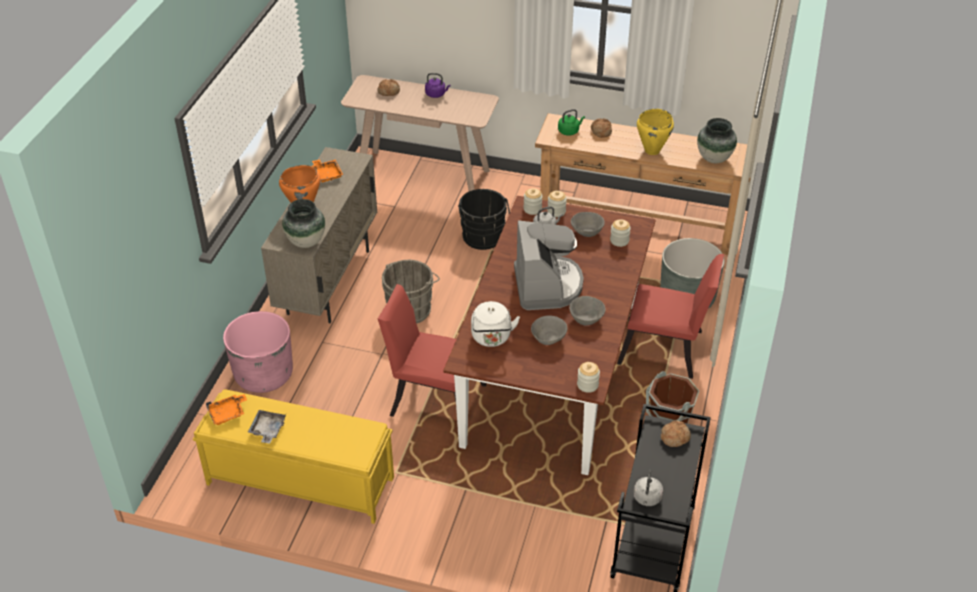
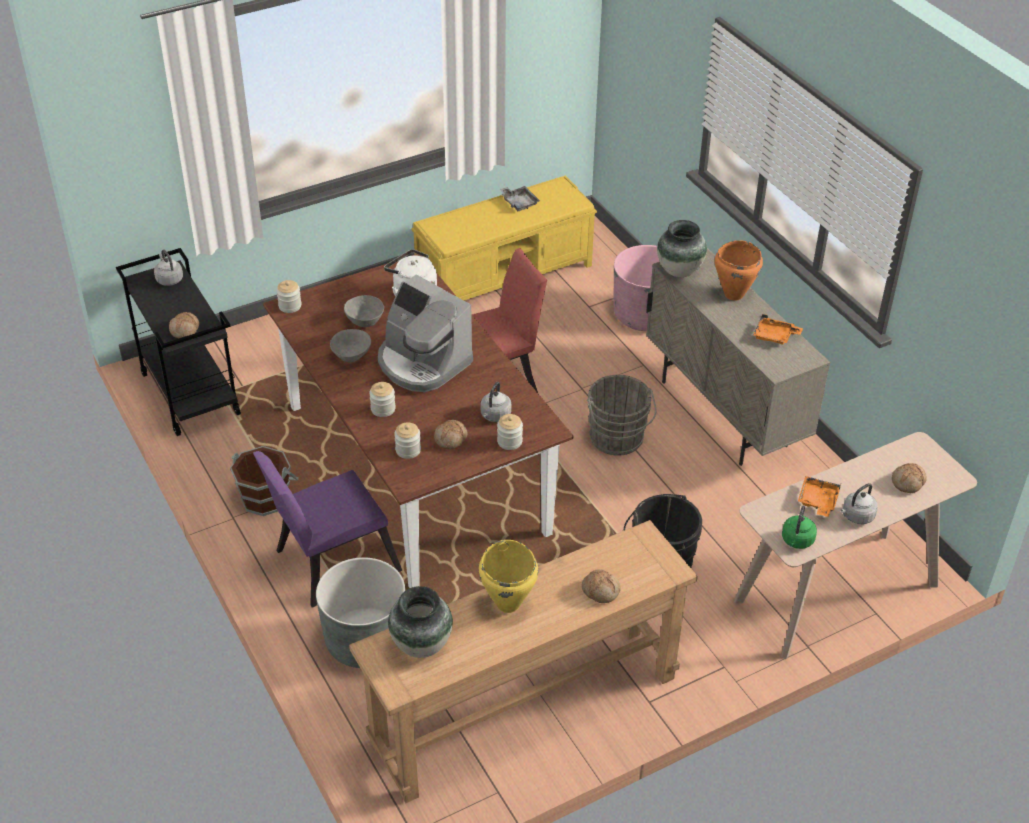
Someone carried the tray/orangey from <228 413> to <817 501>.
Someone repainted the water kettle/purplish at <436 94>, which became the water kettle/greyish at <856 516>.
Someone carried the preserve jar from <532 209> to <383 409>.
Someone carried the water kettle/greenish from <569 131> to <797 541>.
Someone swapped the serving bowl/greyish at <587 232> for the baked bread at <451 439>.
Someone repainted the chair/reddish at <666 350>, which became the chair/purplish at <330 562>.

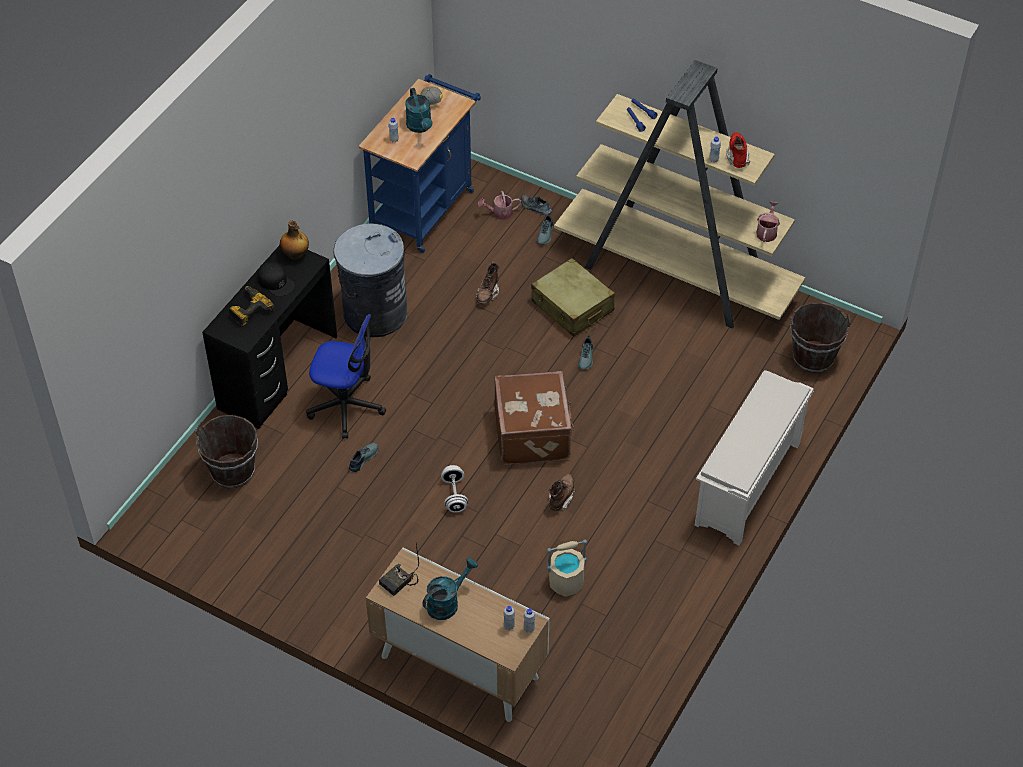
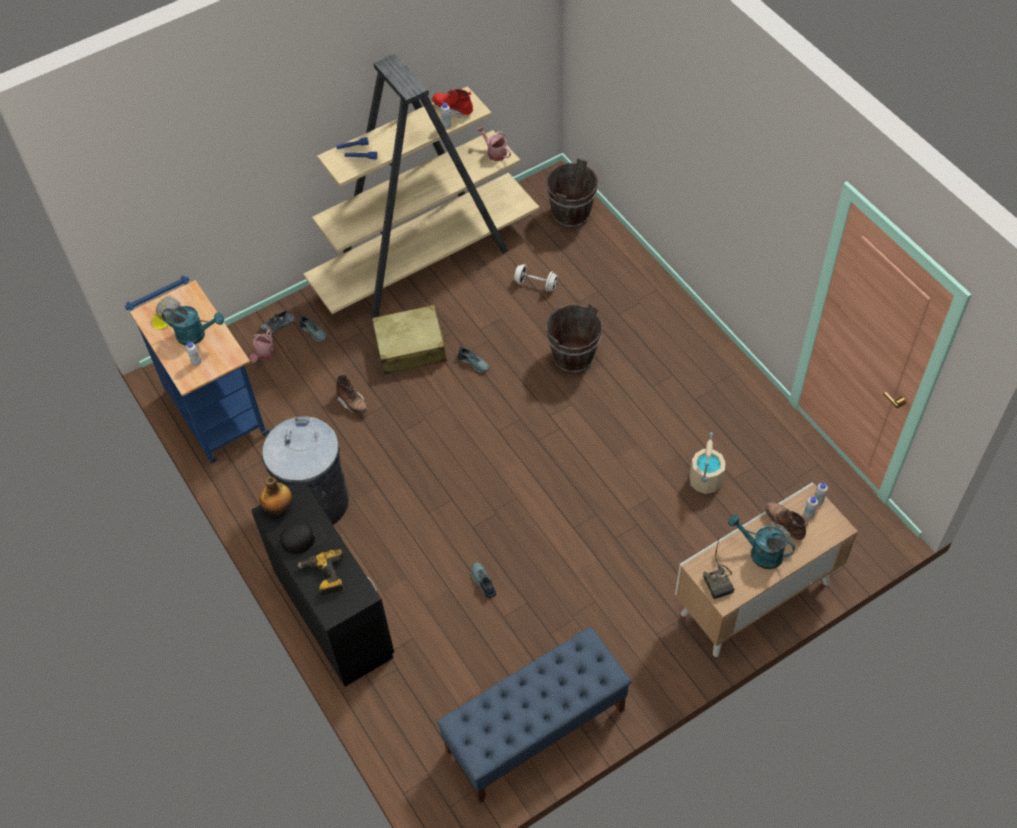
Someone carried the water bucket/brownish from <232 472> to <573 358>.
Someone took away the computer chair at <346 406>.
Someone rotated the watering can/blue-green at <447 602> by 45 degrees counterclockwise.
Someone carried the hand weight/whitish from <454 495> to <536 284>.
Someone took away the suitcase/brownish at <533 434>.
Someone carried the boot/brownish from <561 497> to <784 525>.
Someone took away the shoe stand/whitish at <748 485>.
Someone put down the bench/blue-coloured at <535 731>.

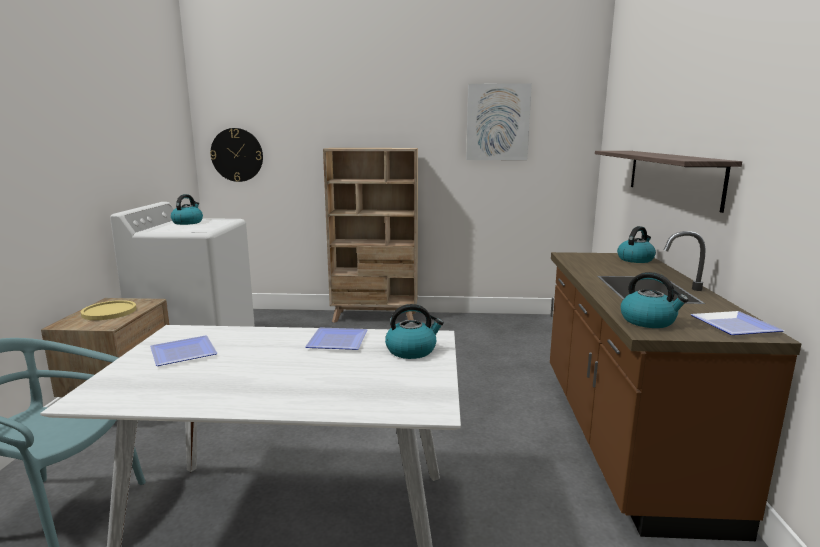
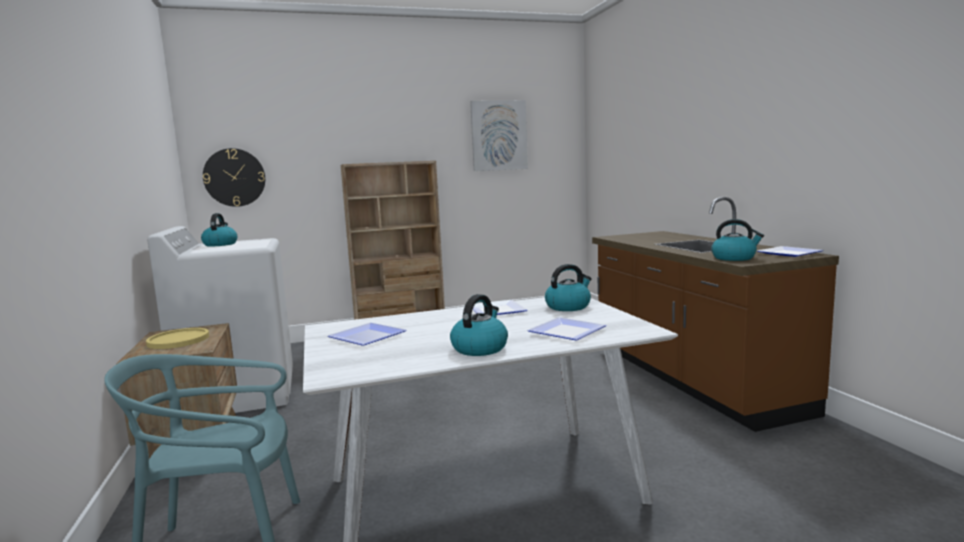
Someone took away the shelf at <671 176>.
Someone carried the water kettle from <635 259> to <480 348>.
Someone put down the plate at <564 332>.

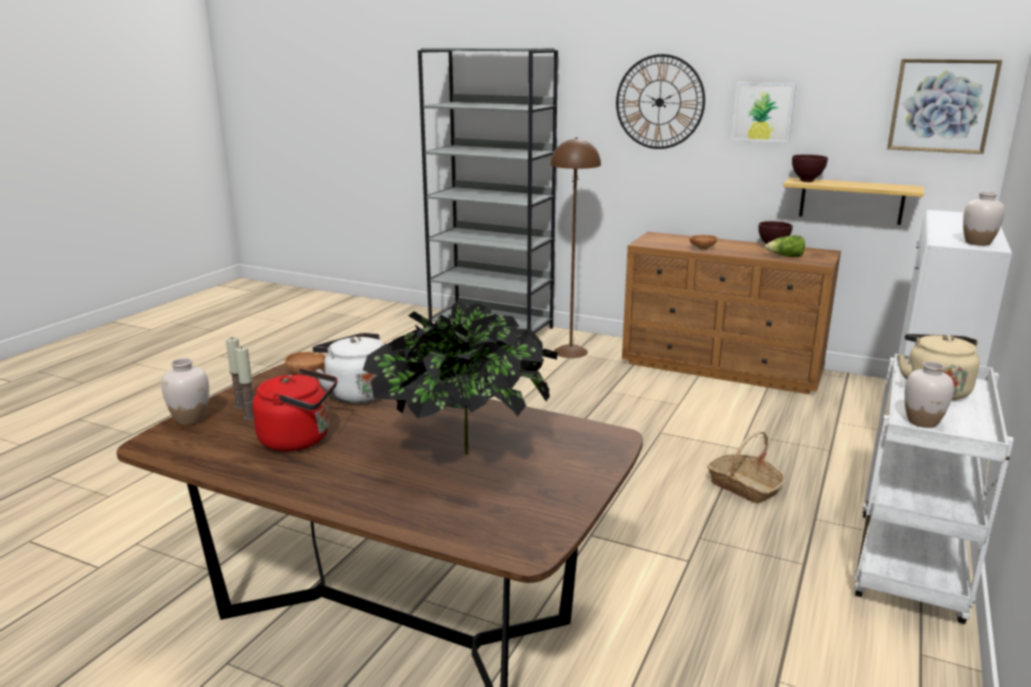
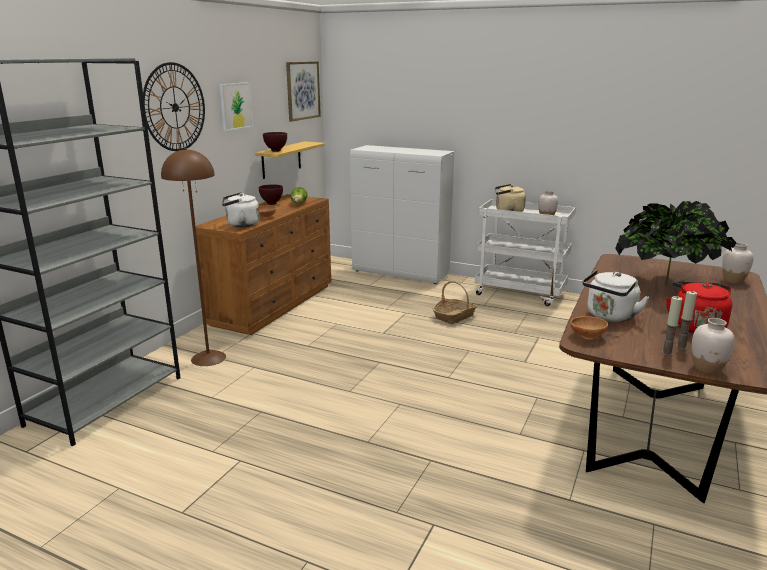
Someone carried the decorative vase/whitish from <977 243> to <733 280>.
Someone put down the water kettle/whitish at <241 225>.

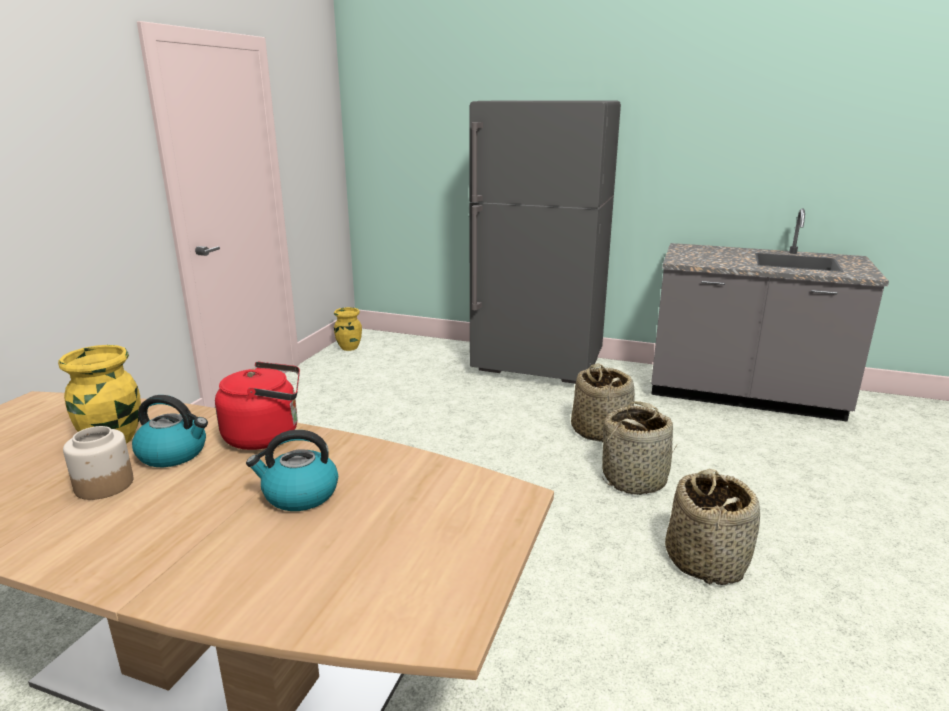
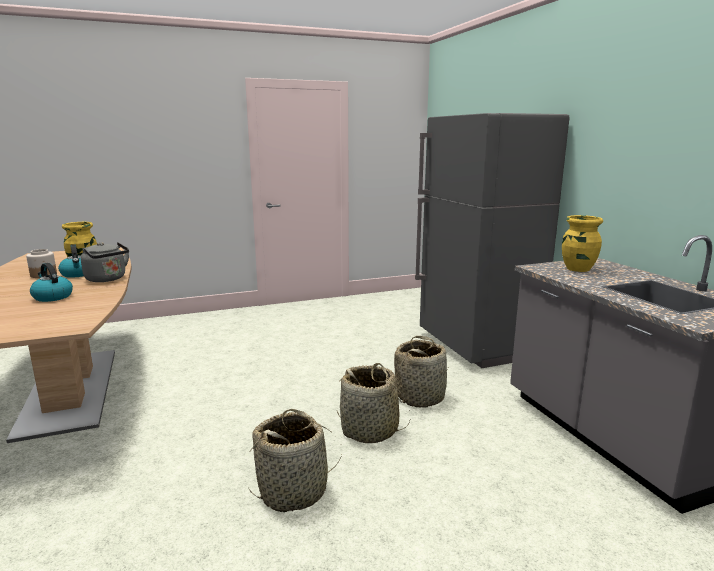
Someone repainted the water kettle/reddish at <267 436>, which became the water kettle/greyish at <107 279>.
Someone carried the decorative vase/yellowish from <349 348> to <577 269>.

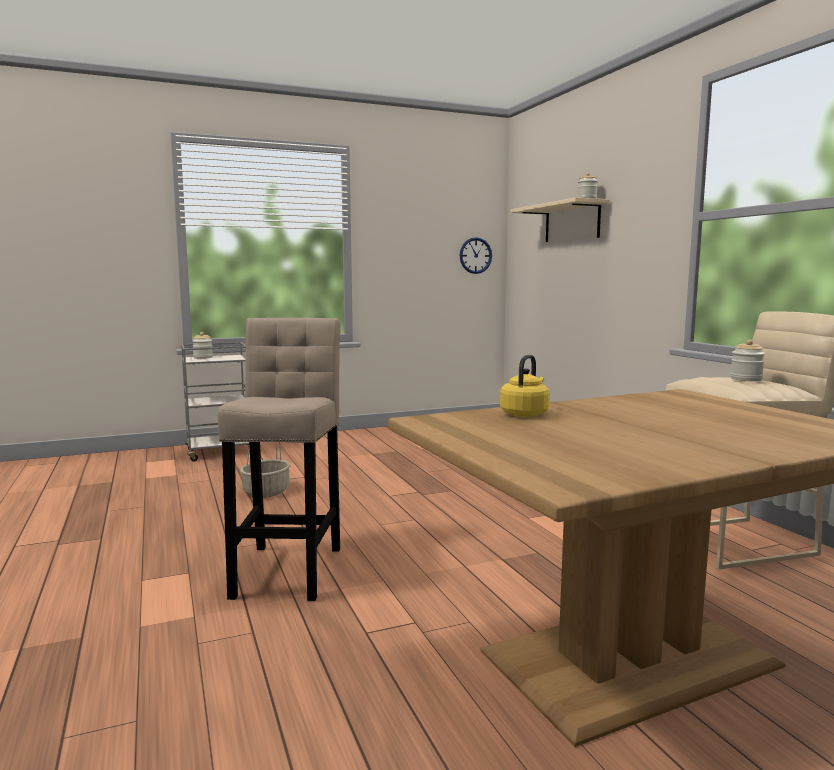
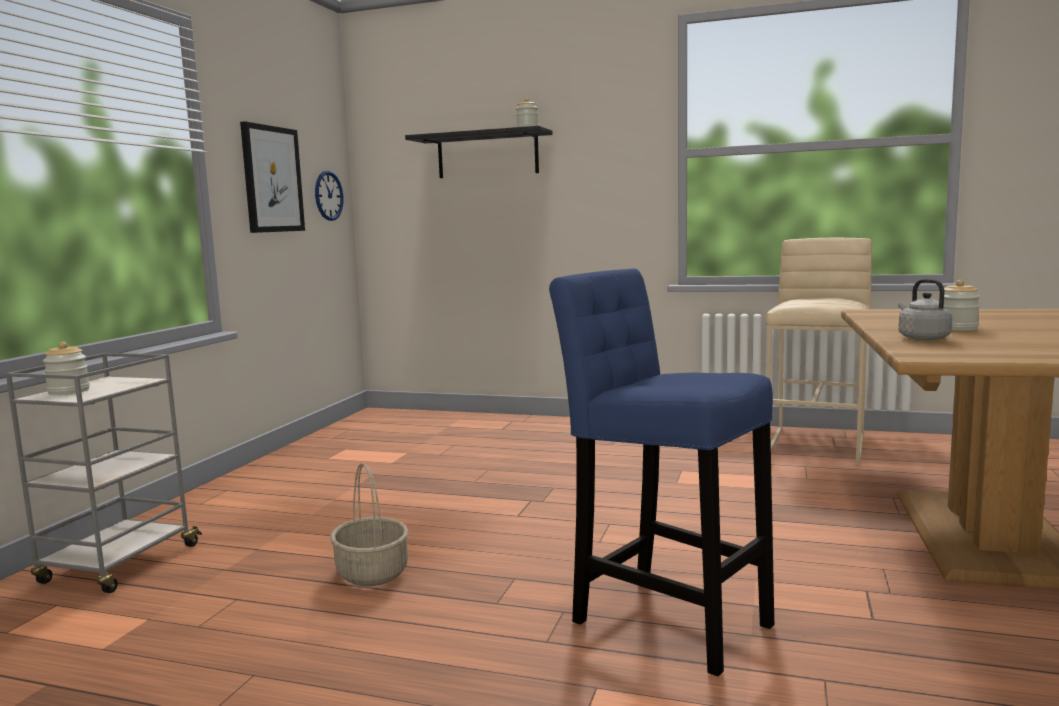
Someone repainted the stool seat/beige at <289 568>, which became the stool seat/blue-coloured at <663 618>.
Someone repainted the water kettle/yellowish at <525 414>, which became the water kettle/greyish at <921 338>.
Someone repainted the shelf/beige at <572 222>, which became the shelf/blackish at <487 155>.
Someone carried the preserve jar from <746 379> to <957 328>.
Someone put up the wall art at <272 179>.

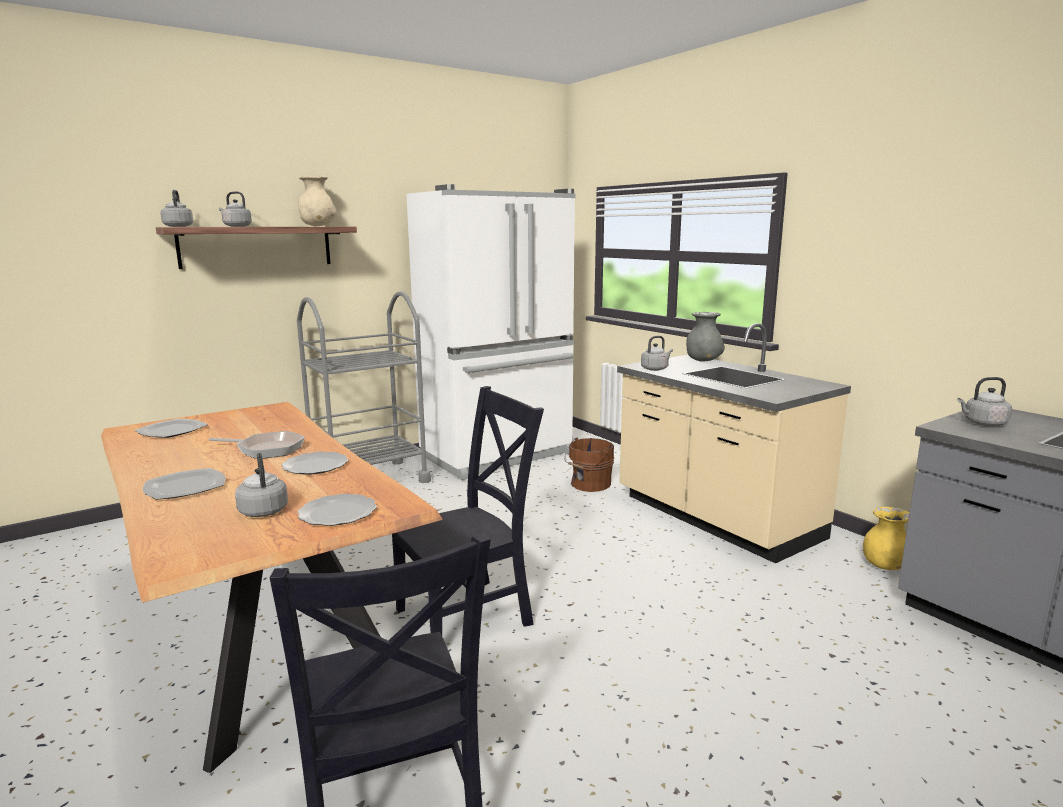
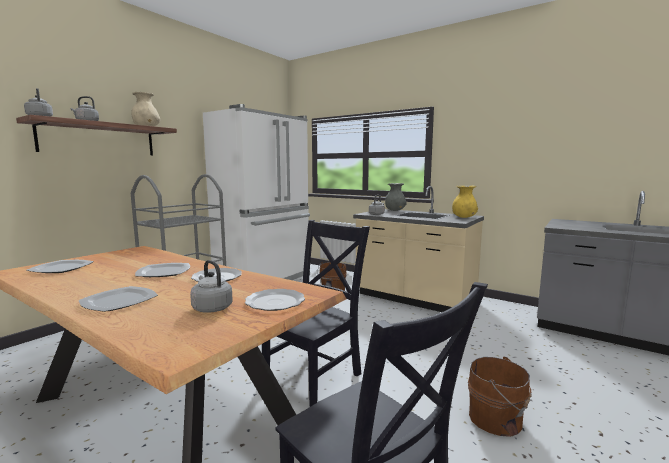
Someone swapped the pan at <267 449> for the plate at <163 272>.
Someone carried the decorative vase/yellowish from <885 566> to <464 217>.
Someone took away the water kettle/greyish at <983 423>.
Someone put down the water bucket/brownish at <497 420>.

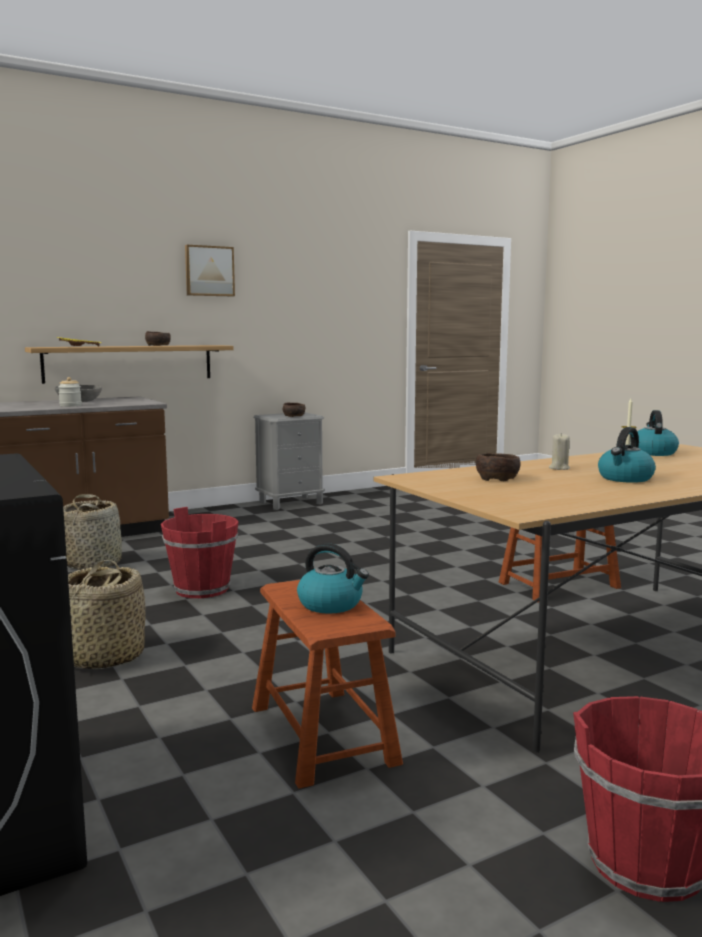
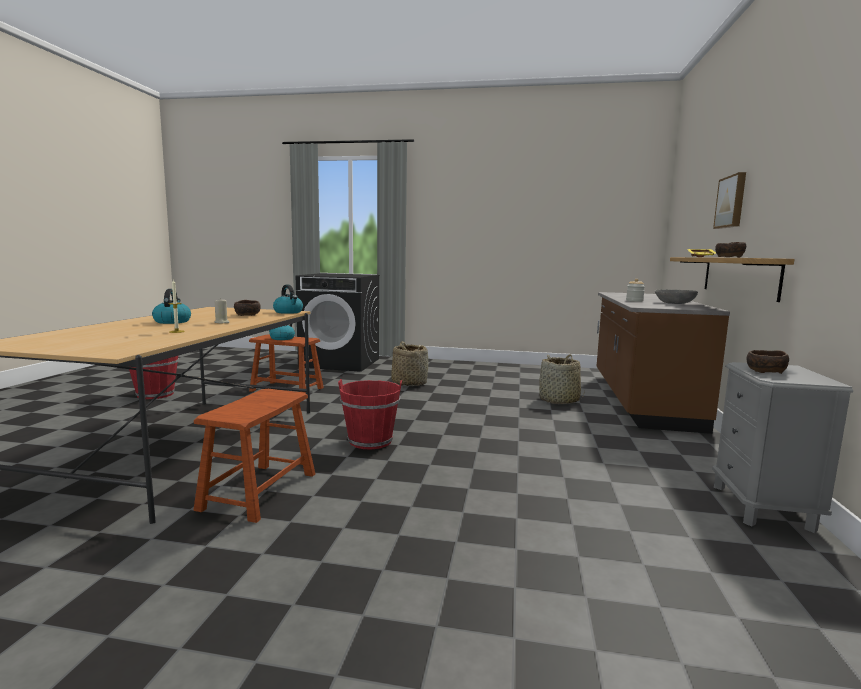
Someone carried the water bucket/reddish from <202 589> to <370 441>.
Someone carried the wall art from <209 271> to <732 202>.
Someone carried the water kettle from <653 453> to <288 312>.

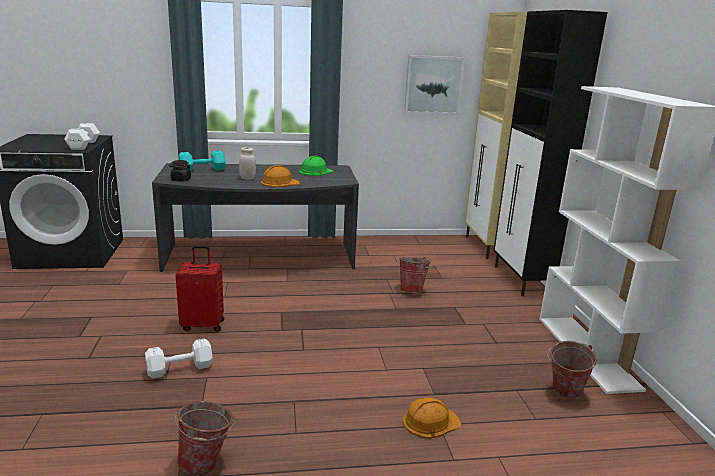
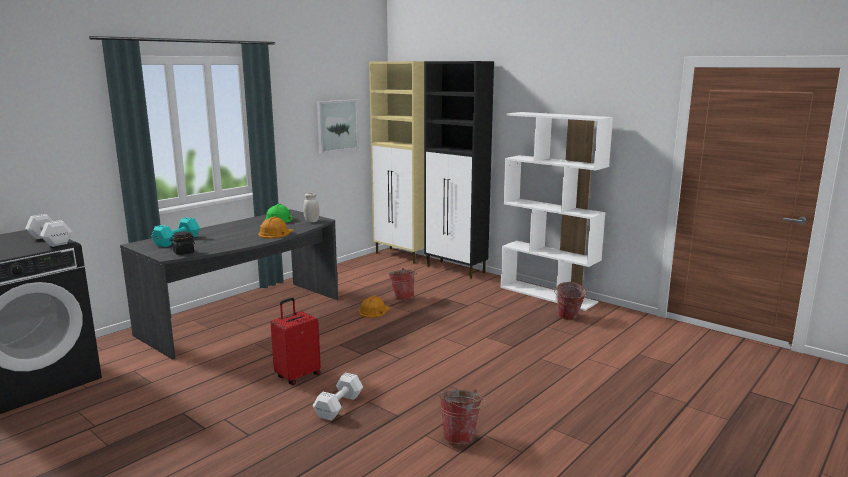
Someone carried the preserve jar/whitish from <247 178> to <311 221>.
Someone carried the hard hat/orangey from <430 422> to <374 311>.

